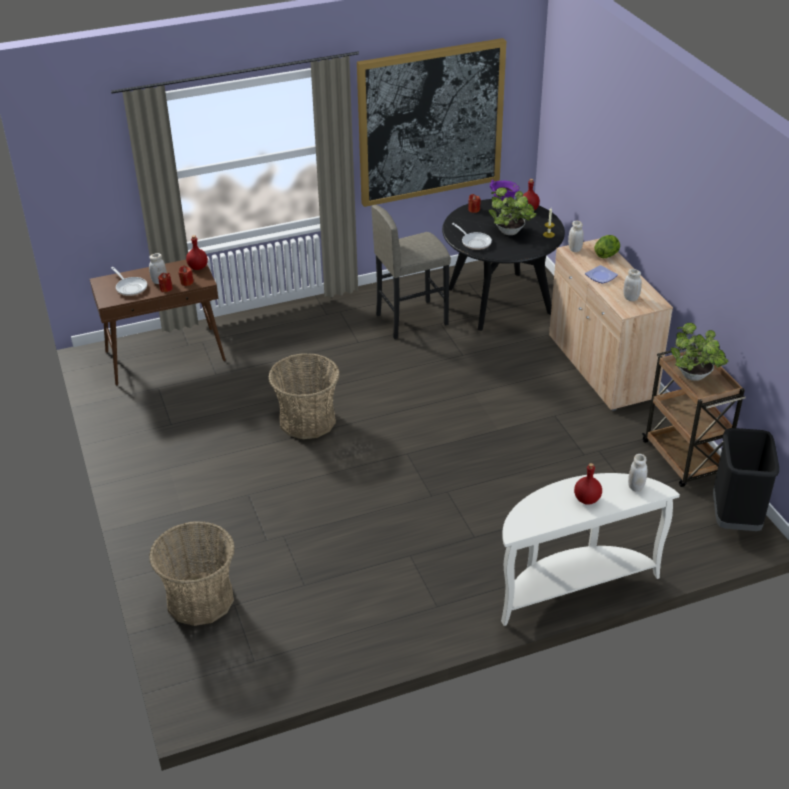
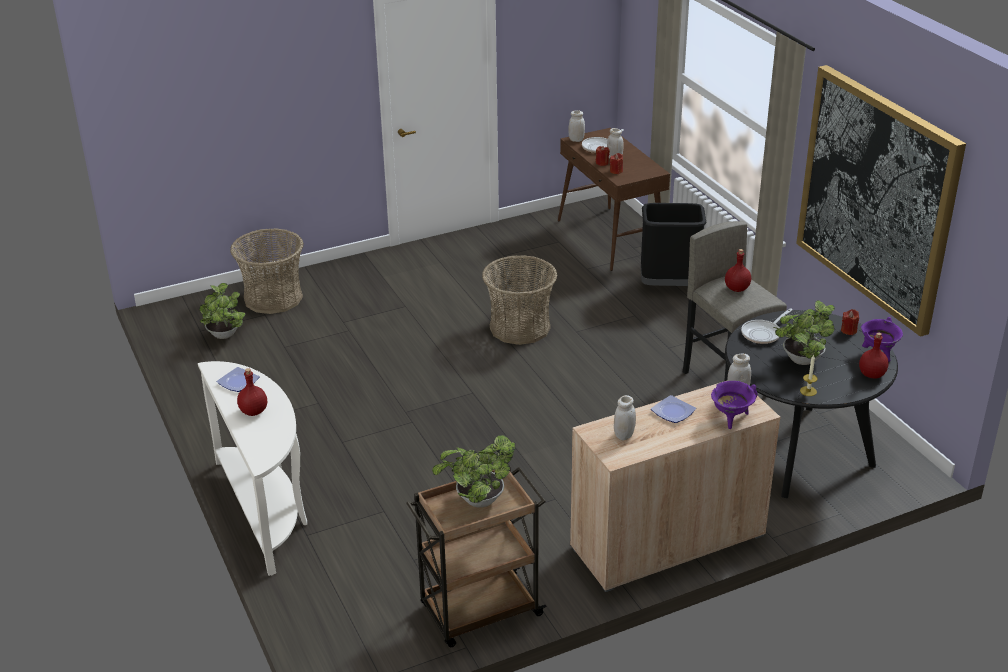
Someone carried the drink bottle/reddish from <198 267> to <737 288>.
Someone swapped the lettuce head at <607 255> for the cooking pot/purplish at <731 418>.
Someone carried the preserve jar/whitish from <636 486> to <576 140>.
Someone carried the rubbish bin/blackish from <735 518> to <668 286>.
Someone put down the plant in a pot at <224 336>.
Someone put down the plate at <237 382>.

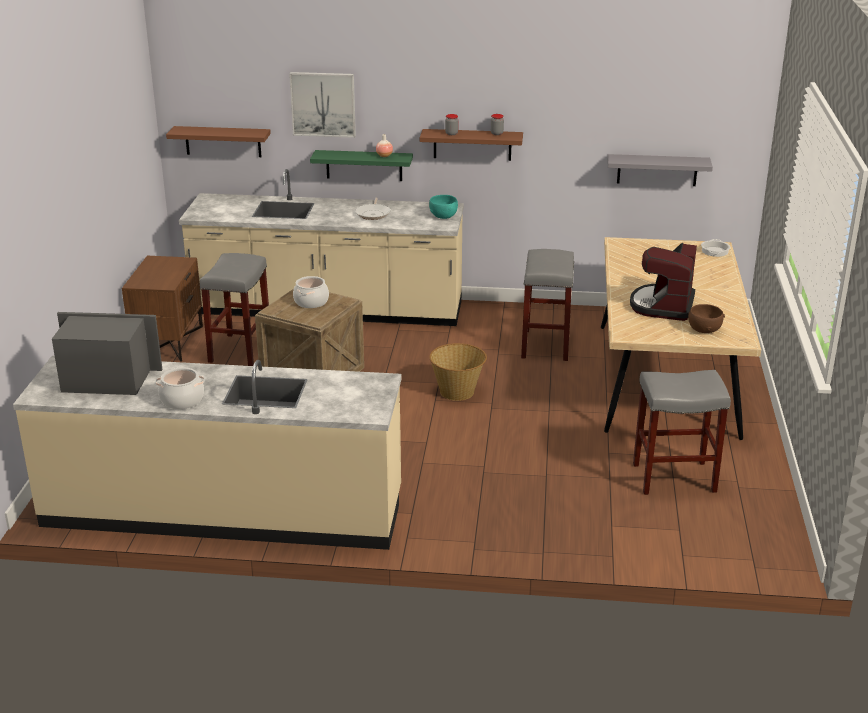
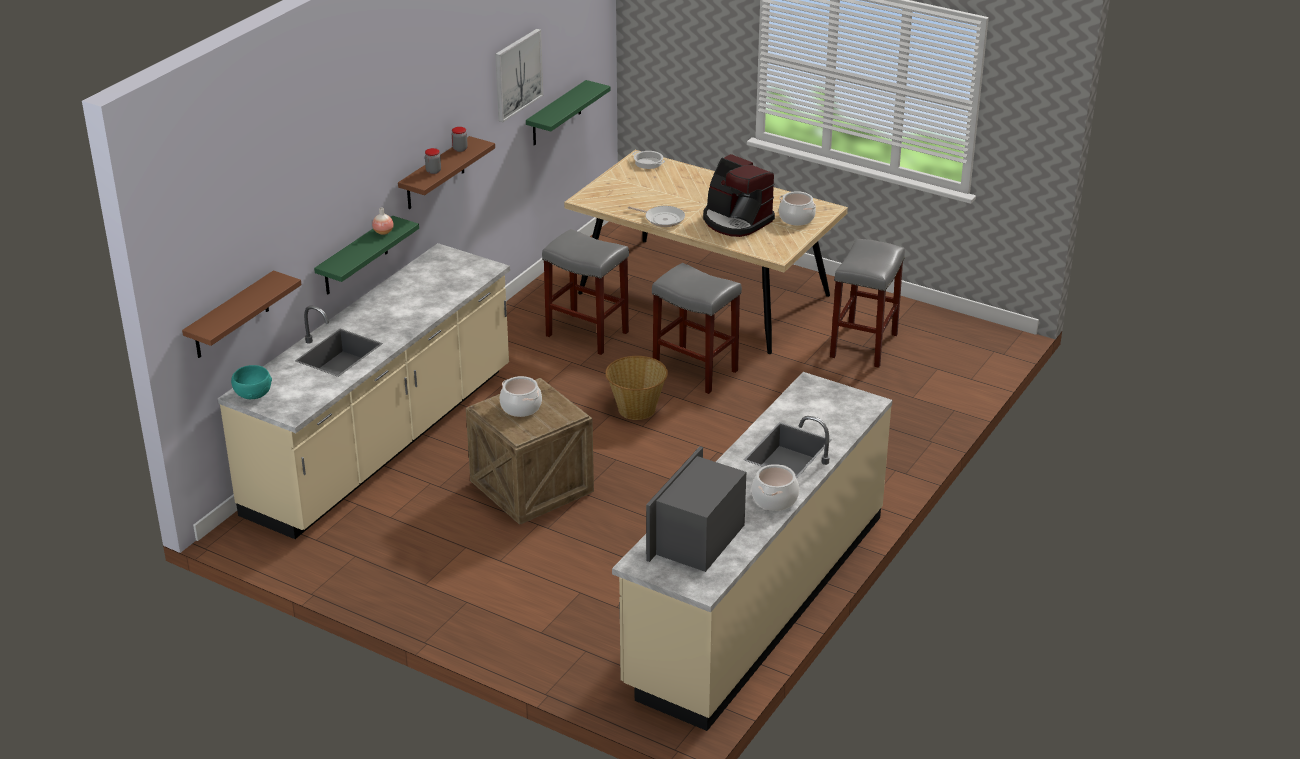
Someone took away the night table/brownish at <168 342>.
Someone carried the stool seat/greyish from <240 350> to <694 371>.
Someone carried the wall art from <323 104> to <517 74>.
Someone carried the pan from <373 213> to <662 219>.
Someone carried the serving bowl/blue-green from <443 216> to <253 394>.
Someone repainted the shelf/greyish at <657 170>, which became the shelf/greenish at <556 114>.
Someone swapped the serving bowl/brownish at <704 330> for the cooking pot at <796 218>.

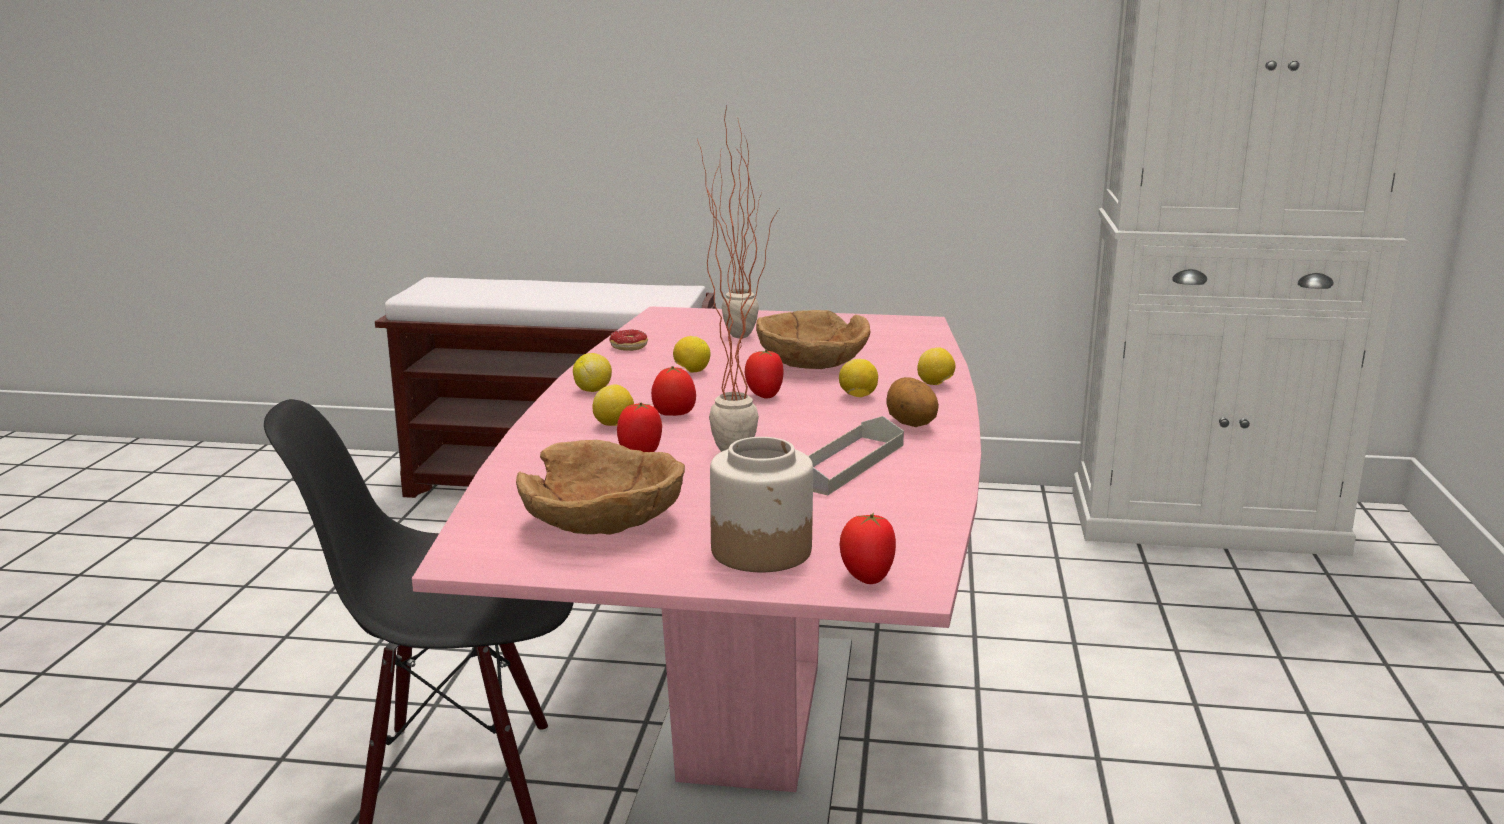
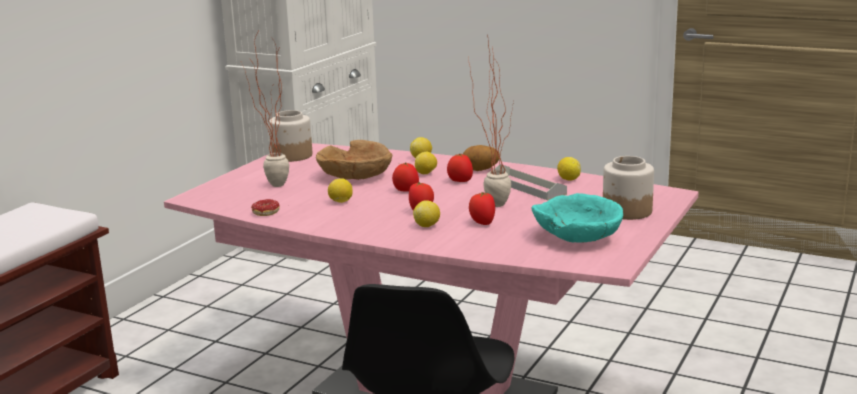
Someone repainted the serving bowl/brownish at <603 521>, which became the serving bowl/blue-green at <577 236>.
Someone carried the citrus fruit from <593 390> to <568 179>.
Someone carried the fresh tomato from <866 578> to <460 181>.
Someone put down the preserve jar at <292 156>.

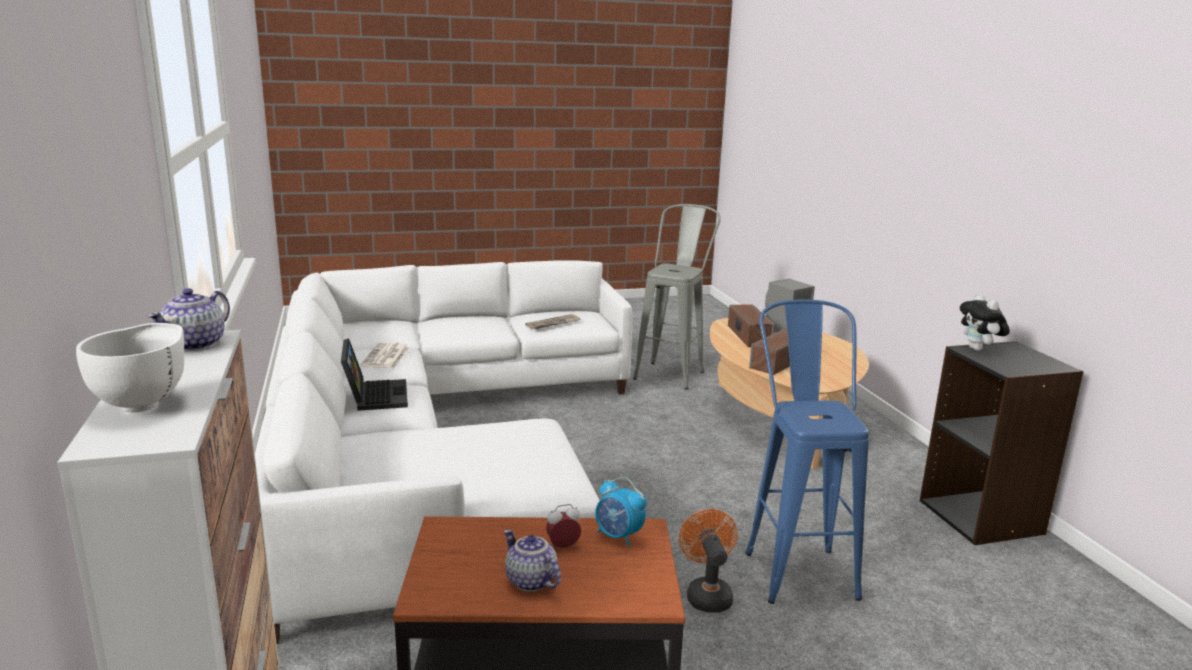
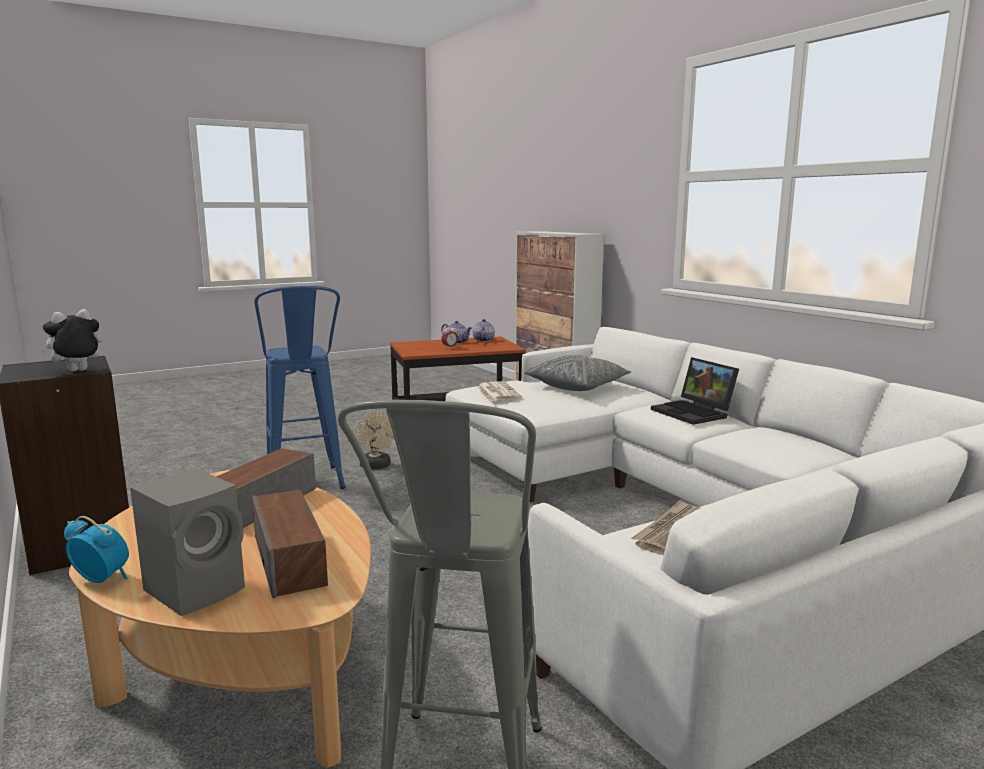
Someone took away the serving bowl/whitish at <144 404>.
Someone carried the tea pot from <196 344> to <483 340>.
Someone carried the newspaper from <386 357> to <497 392>.
Someone carried the bedside clock from <618 536> to <102 579>.
Someone repainted the fan/orangey at <707 594>, which became the fan/beige at <377 466>.
Someone rotated the plush toy at <979 350> by 105 degrees counterclockwise.
Someone put down the pillow/greyish at <577 386>.

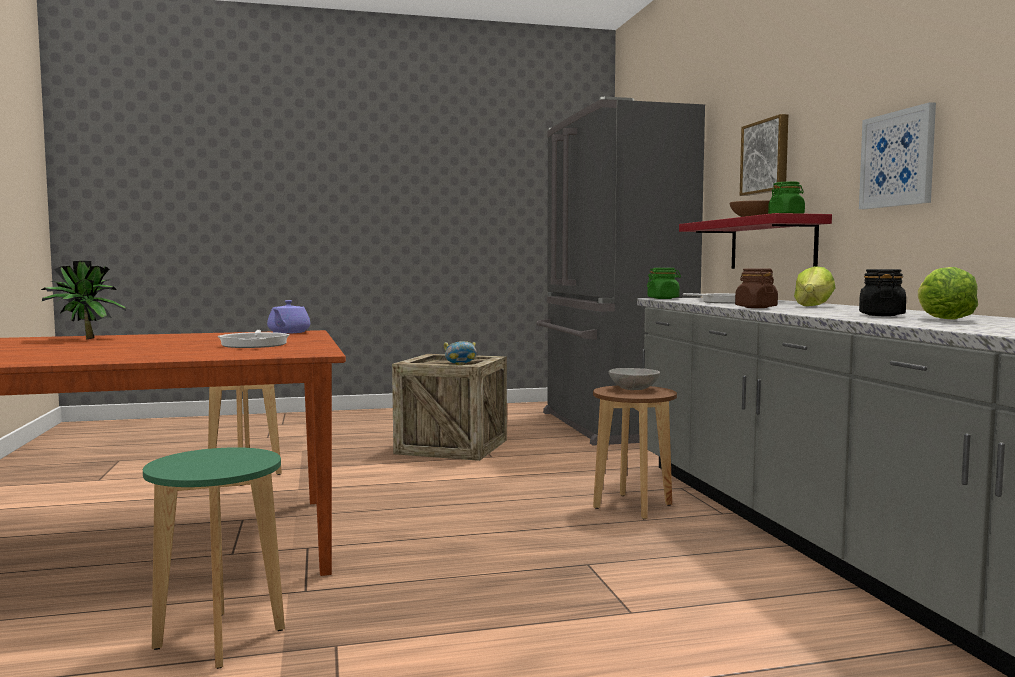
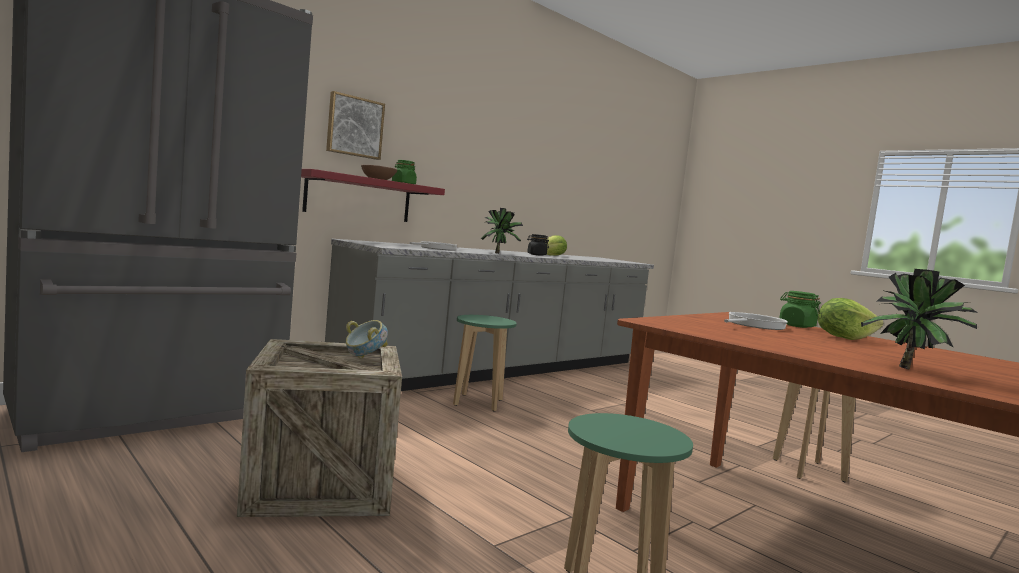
Someone took away the tea pot/purplish at <288 333>.
Someone repainted the stool seat/brownish at <633 506>, which became the stool seat/greenish at <478 402>.
Someone took away the serving bowl/greyish at <633 389>.
Someone carried the preserve jar/greenish from <663 298> to <796 326>.
Someone swapped the preserve jar/brownish at <755 307> for the plant in a pot at <499 253>.
Someone carried the lettuce head from <813 306> to <843 338>.
Someone took away the wall art at <898 159>.

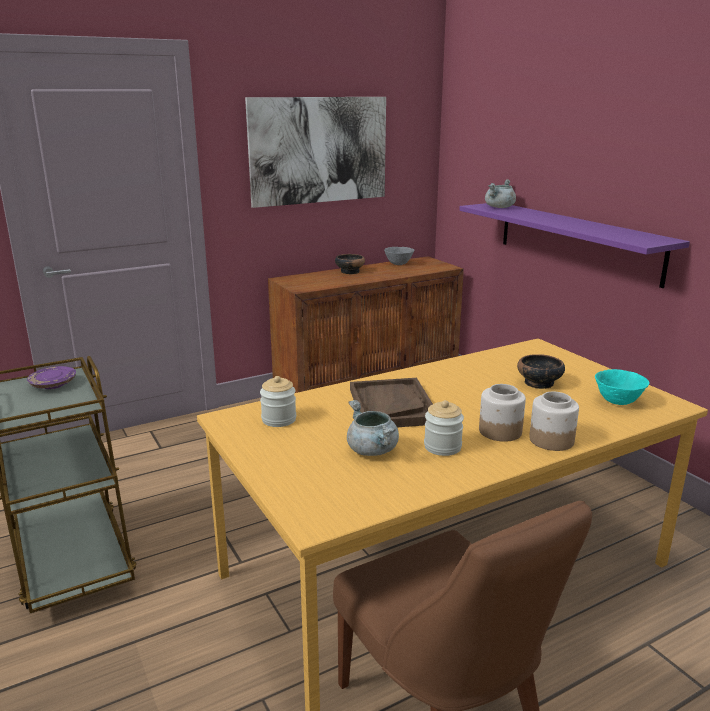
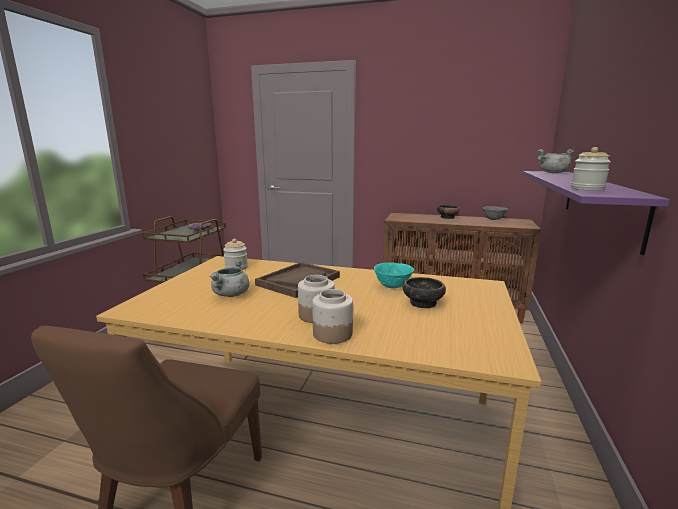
Someone took away the wall art at <319 150>.
Someone carried the preserve jar from <442 447> to <587 189>.
Someone carried the serving bowl/blue-green from <618 402> to <393 286>.

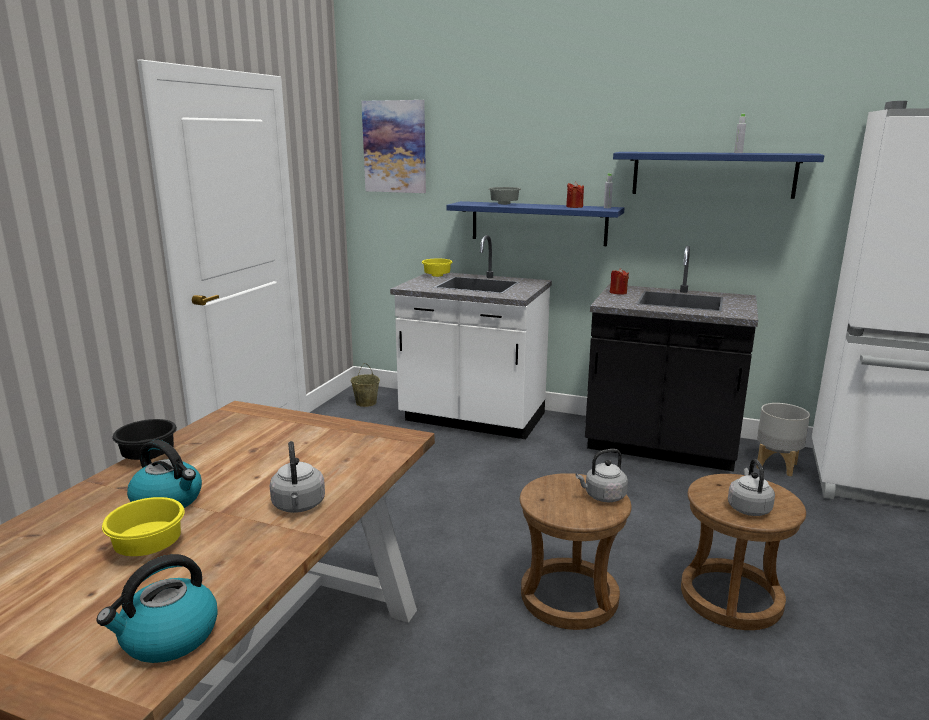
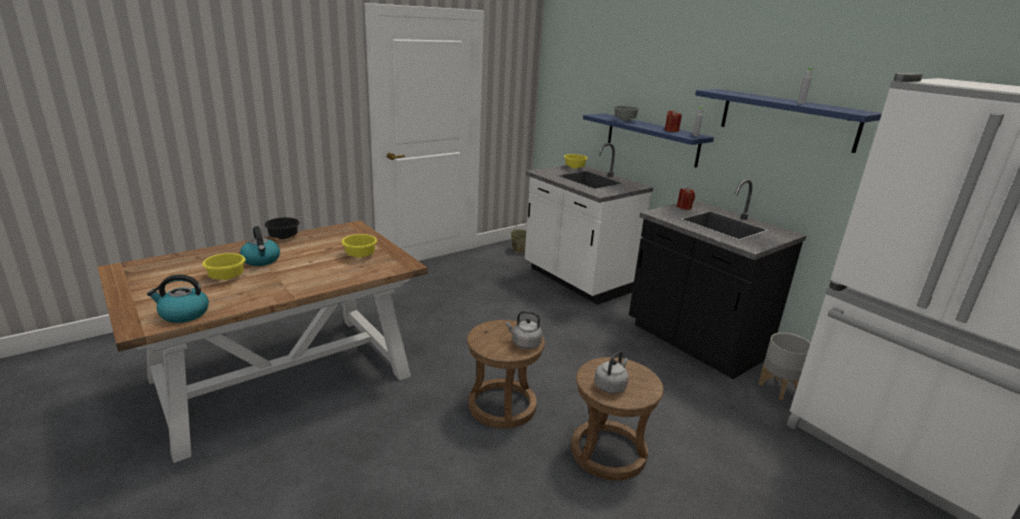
Someone took away the water kettle/greyish at <299 506>.
Someone took away the wall art at <395 147>.
Someone put down the serving bowl/yellowish at <360 256>.

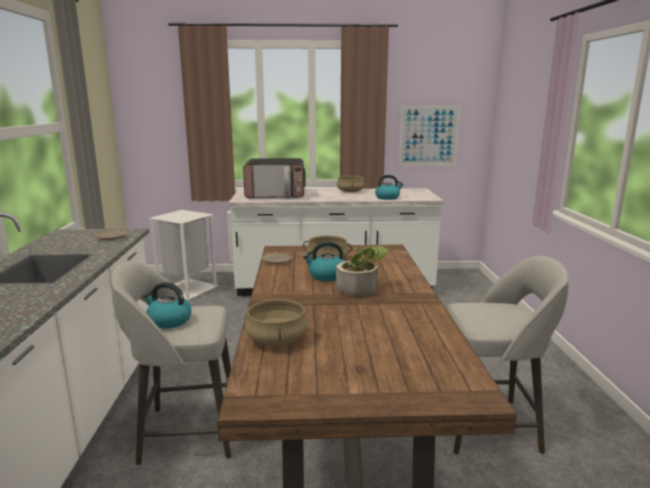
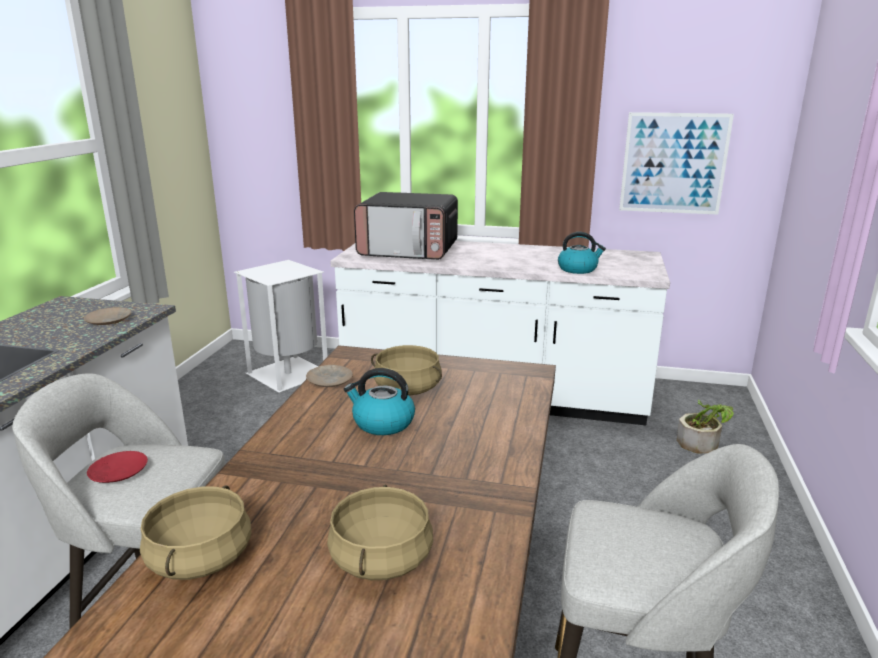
Someone swapped the water kettle at <168 321> for the plate/reddish at <118 473>.
Someone carried the plant in a pot from <362 289> to <702 443>.
Someone carried the cooking pot/beige from <350 191> to <380 559>.

